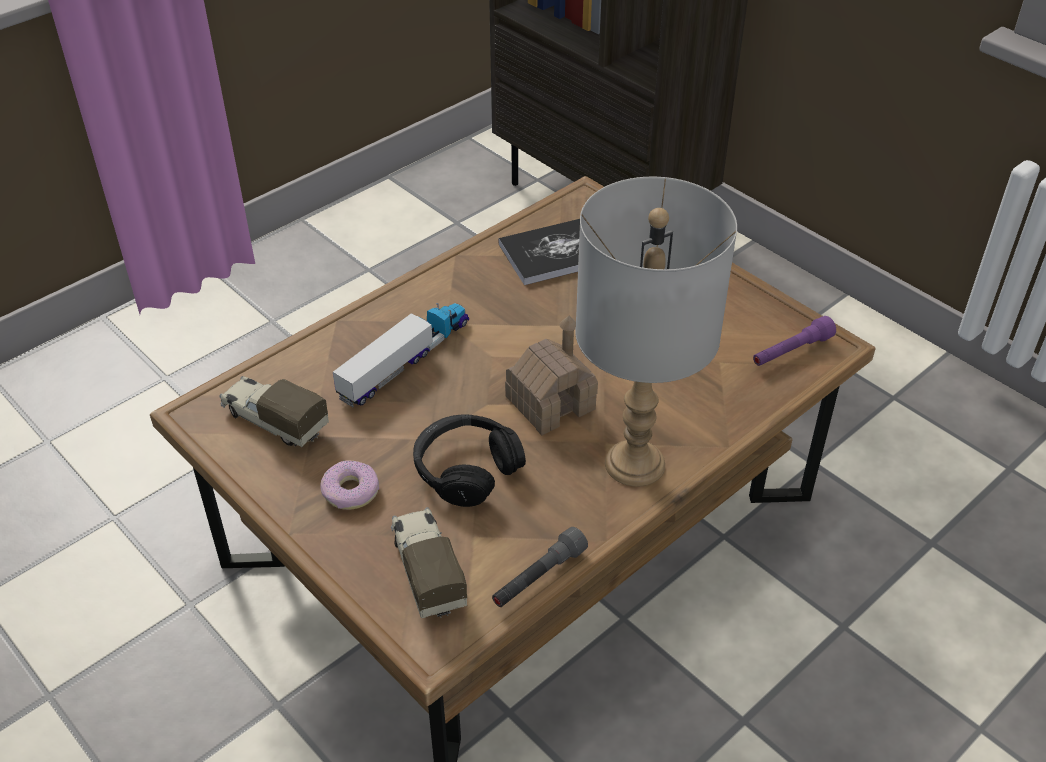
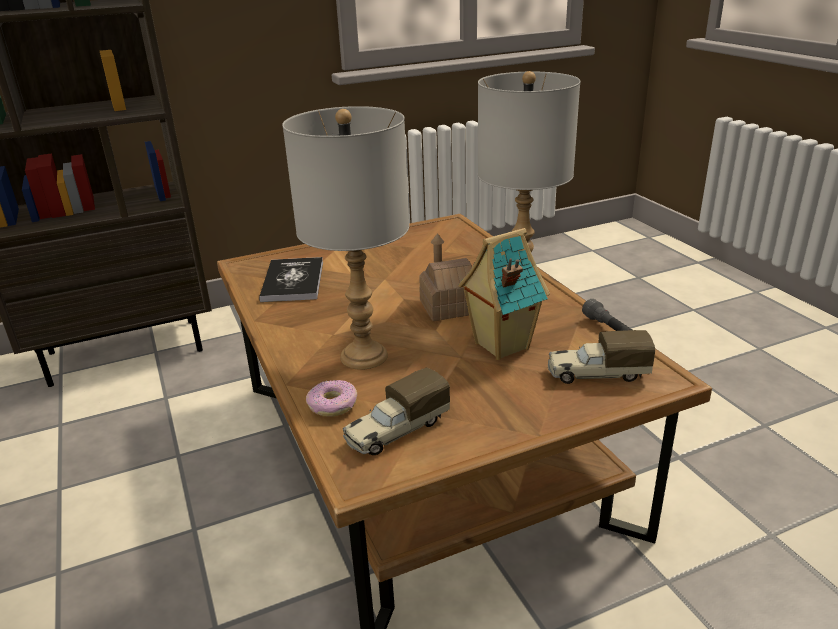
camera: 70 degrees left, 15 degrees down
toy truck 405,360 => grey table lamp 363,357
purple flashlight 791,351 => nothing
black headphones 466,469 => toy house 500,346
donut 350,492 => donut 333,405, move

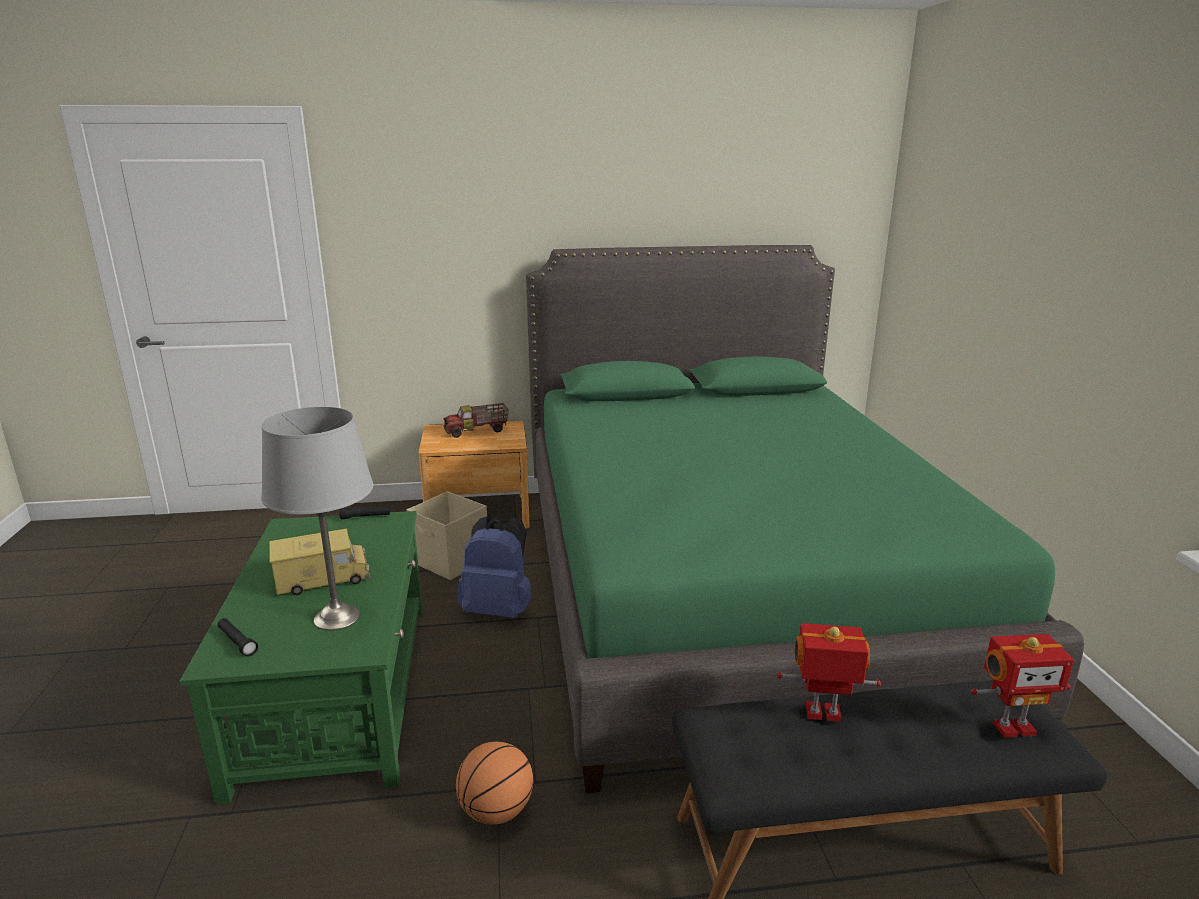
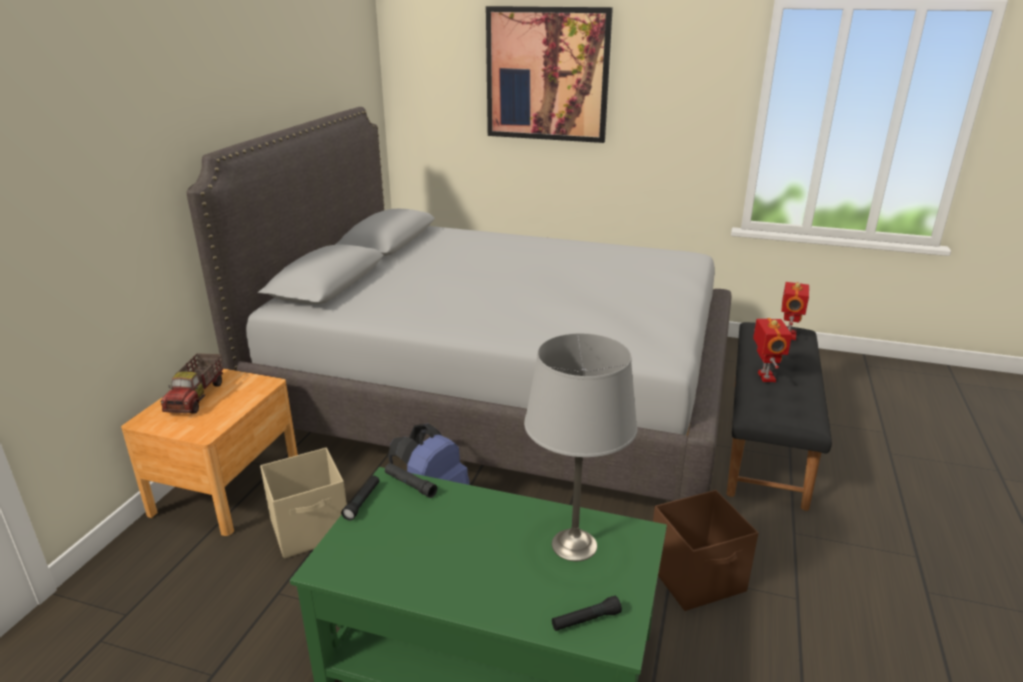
camera: 65 degrees left, 5 degrees up
green bed 728,588 => grey bed 500,395
toy truck 323,579 => nothing
toy robot 823,714 => toy robot 765,377, 150 degrees clockwise
basketball 496,811 => brown storage box 697,578
nothing => picture 547,75
nothing => black flashlight 410,484

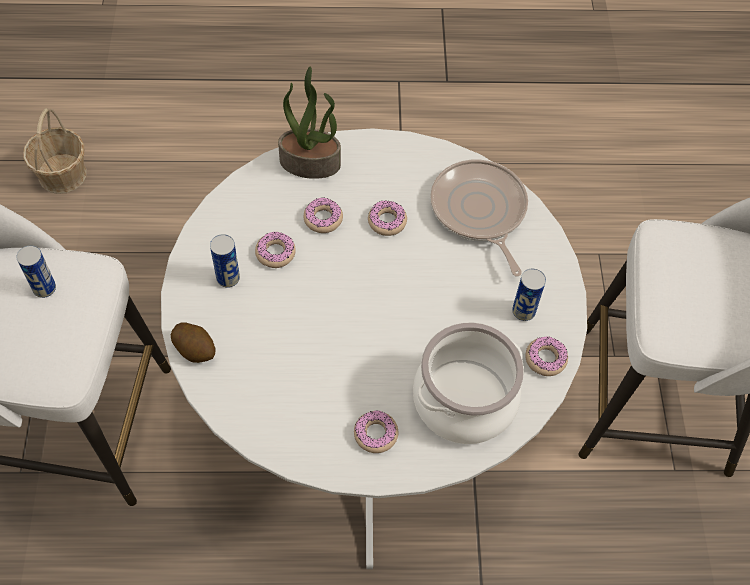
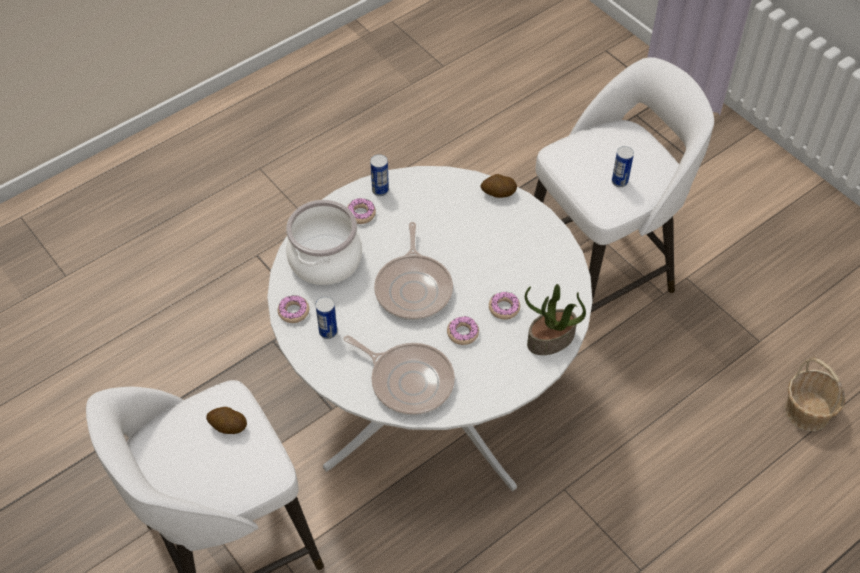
camera: 145 degrees right, 5 degrees down
donut 275,253 => nothing
can 228,278 => can 380,190, move
nothing => frying pan 414,288
nothing => potato 228,426

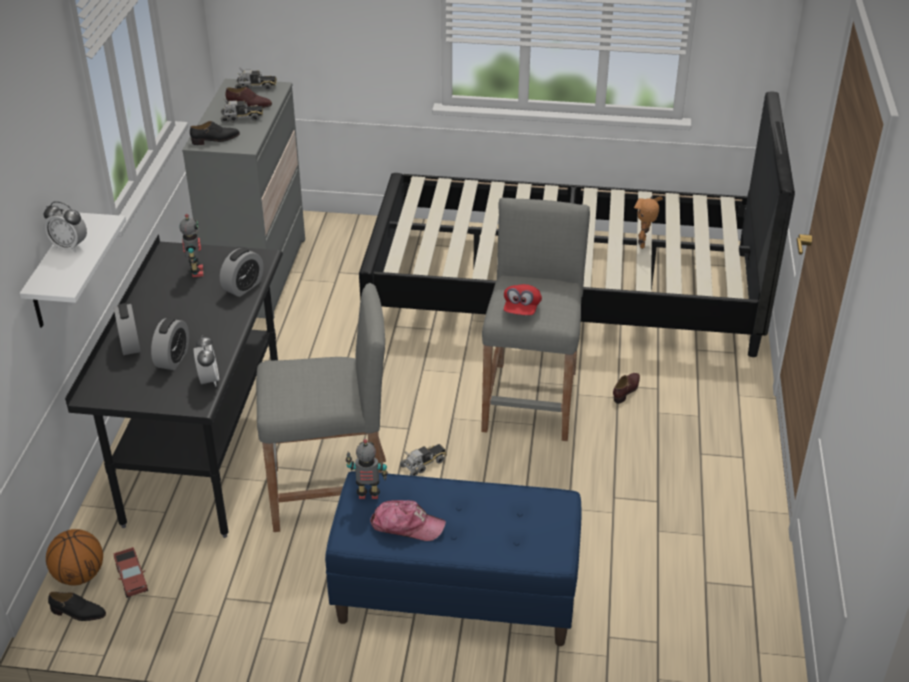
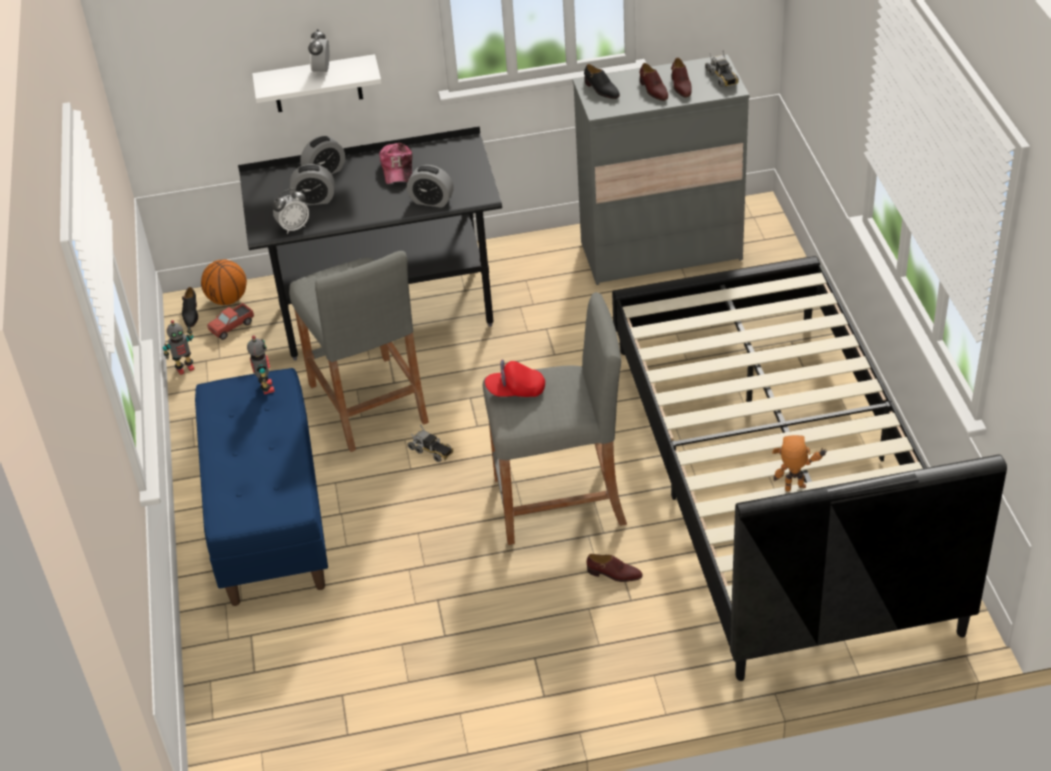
camera: 75 degrees right, 5 degrees up
toy truck 242,118 => brown shoe 653,90
toy robot 196,272 => toy robot 185,368, move
cap 407,525 => cap 397,169, move

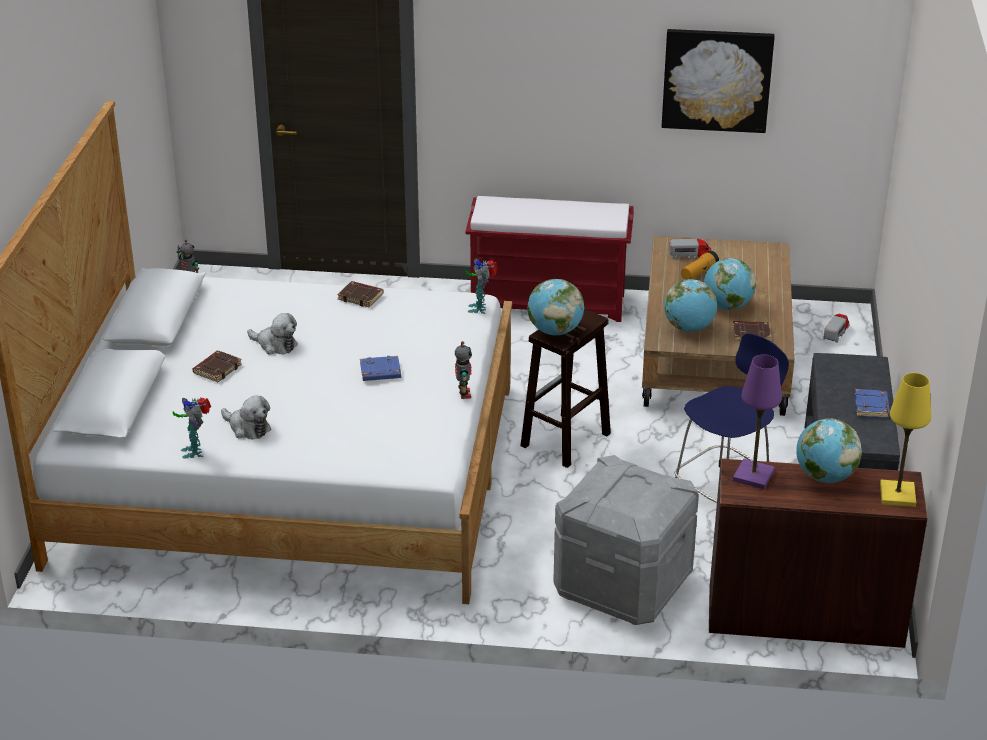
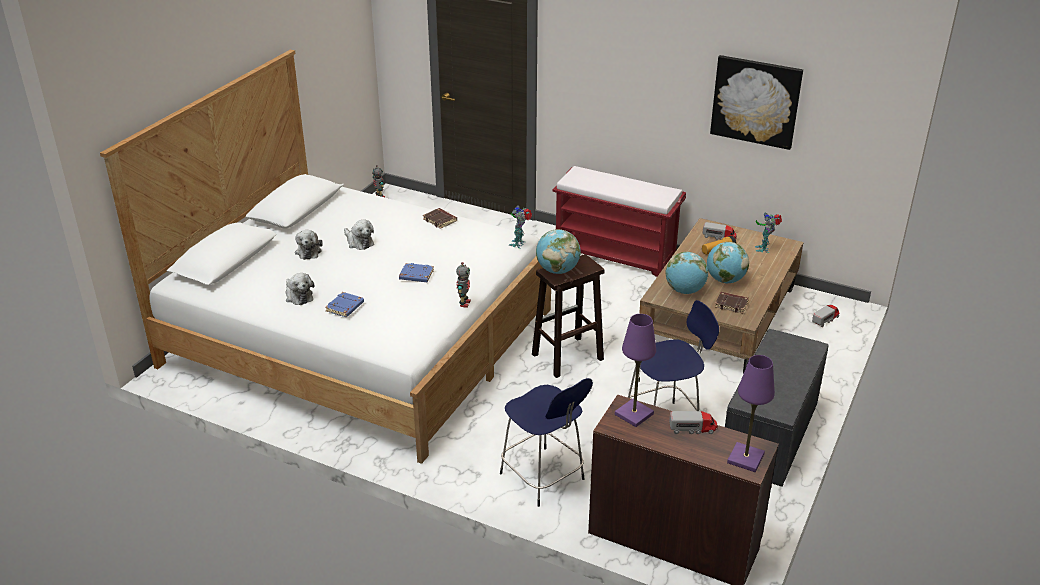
camera: 20 degrees right, 0 degrees up
brown book 217,369 => plush toy 308,251
yellow table lamp 897,495 => purple table lamp 745,458
blue book 872,407 => blue book 345,307, move
toy robot 195,450 => toy robot 764,248, move
globe 825,477 => toy truck 693,428
grey storage box 623,585 => blue stool 544,478

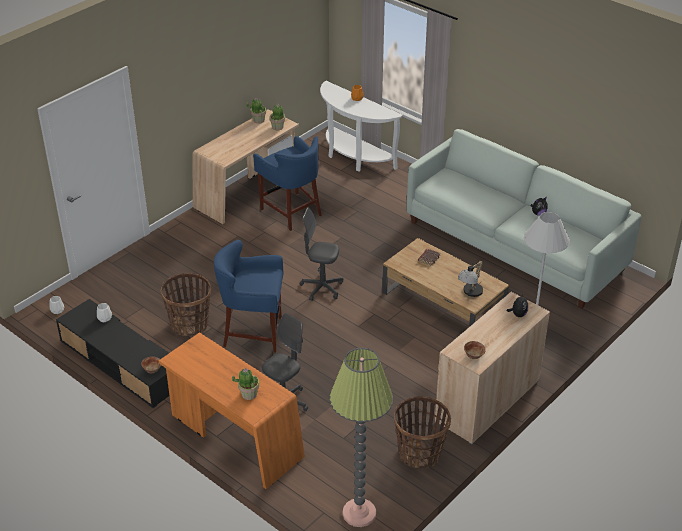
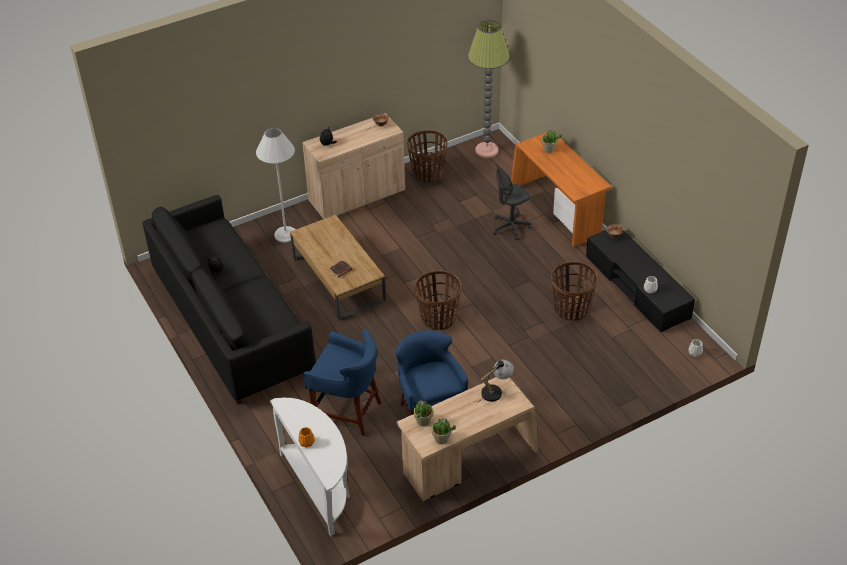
camera: 160 degrees left, 5 degrees up
white sofa 515,245 => black sofa 231,321
grey office chair 322,288 => basket 438,318
blue stool 253,333 => blue stool 347,411, move
table lamp 470,293 => table lamp 496,391, move

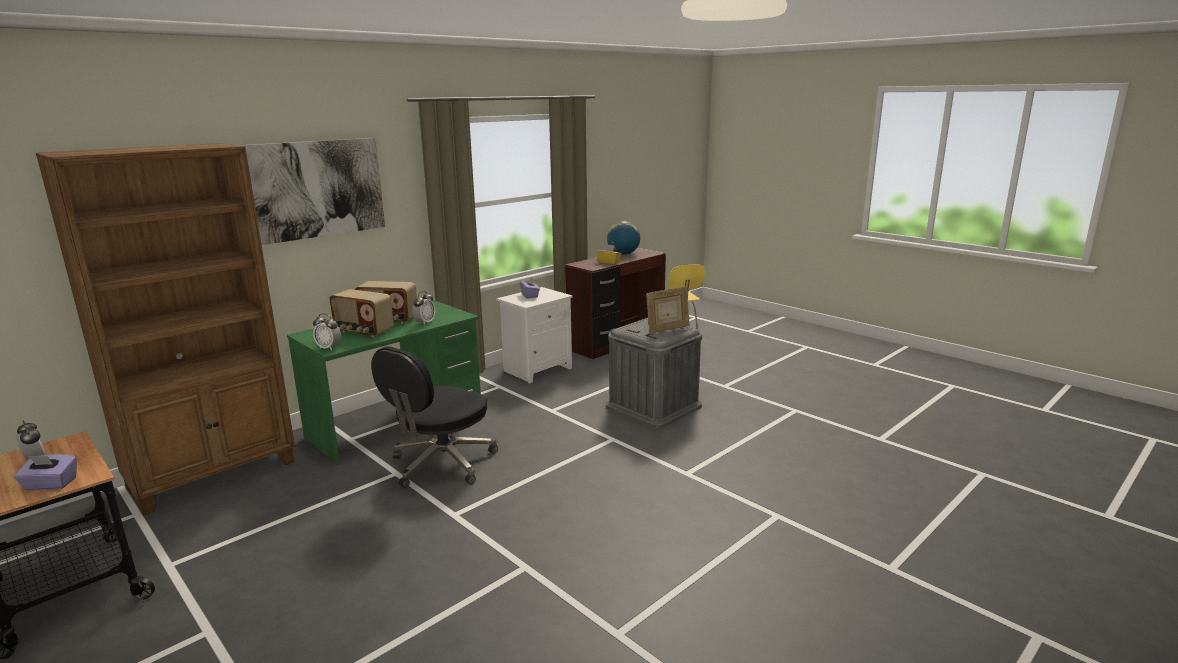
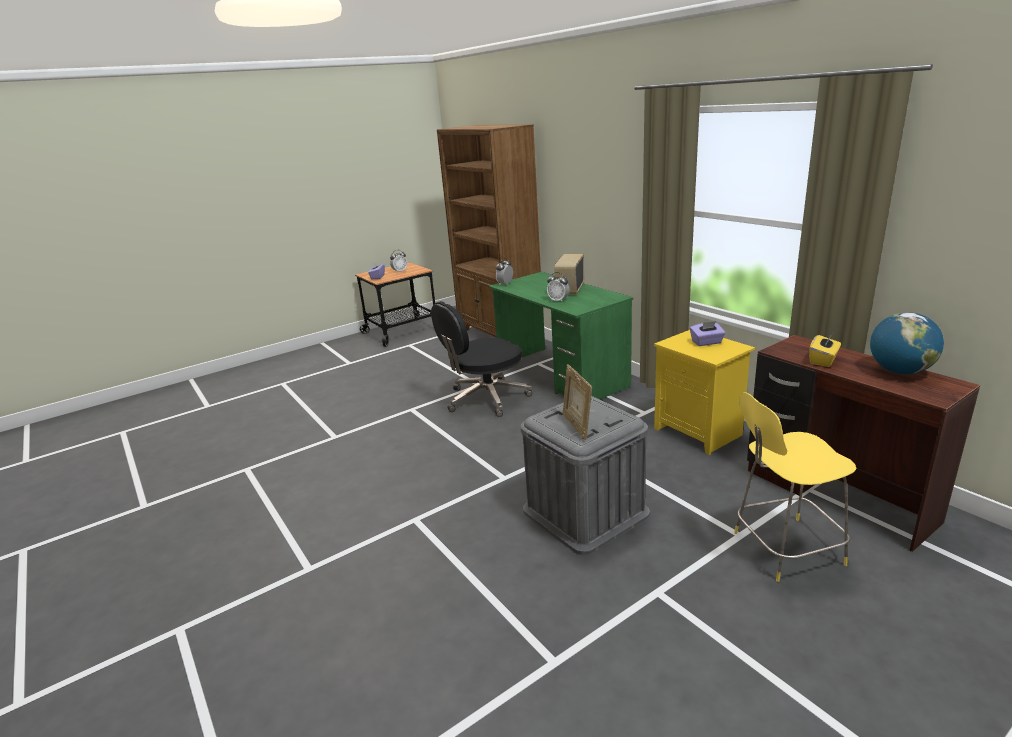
camera: 100 degrees right, 5 degrees up
picture 314,189 => nothing
white nightstand 537,369 => yellow nightstand 700,432
radio 363,331 => nothing
black office chair 441,464 => black office chair 485,399, 75 degrees counterclockwise

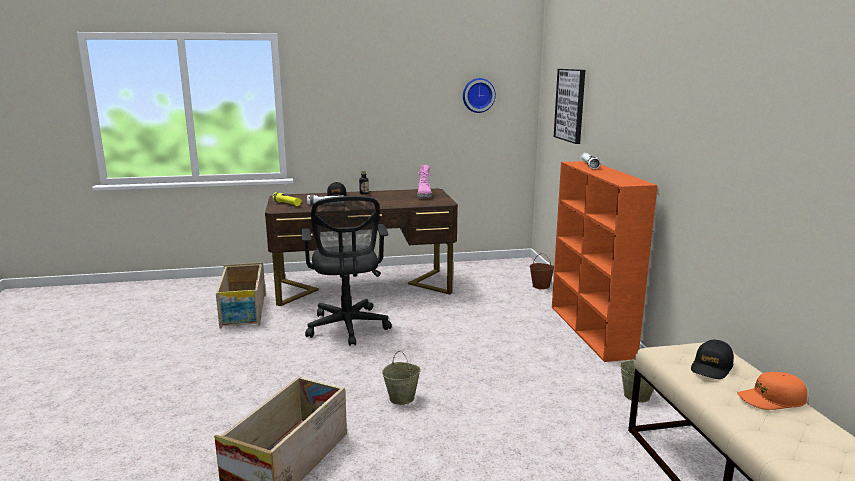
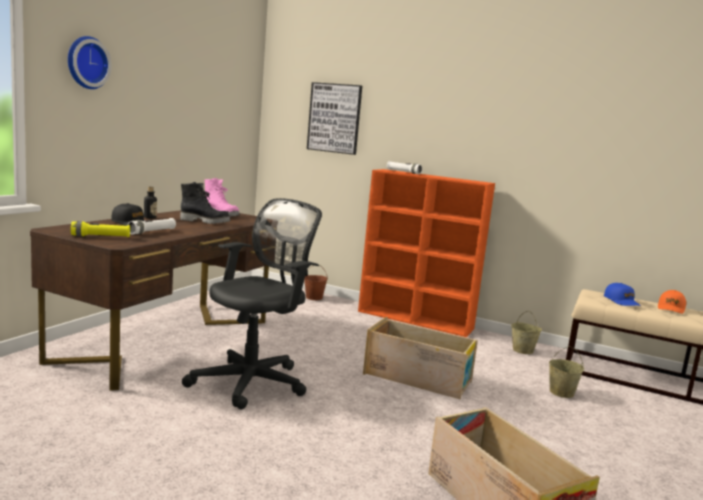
camera: 55 degrees left, 5 degrees down
wall clock 478,95 => wall clock 86,62, move
black office chair 348,328 => black office chair 253,382, 75 degrees counterclockwise
crate 243,311 => crate 418,378, move
black cap 711,367 => blue cap 621,301
beige bucket 402,398 => beige bucket 561,392, move
nothing => black boot 205,221

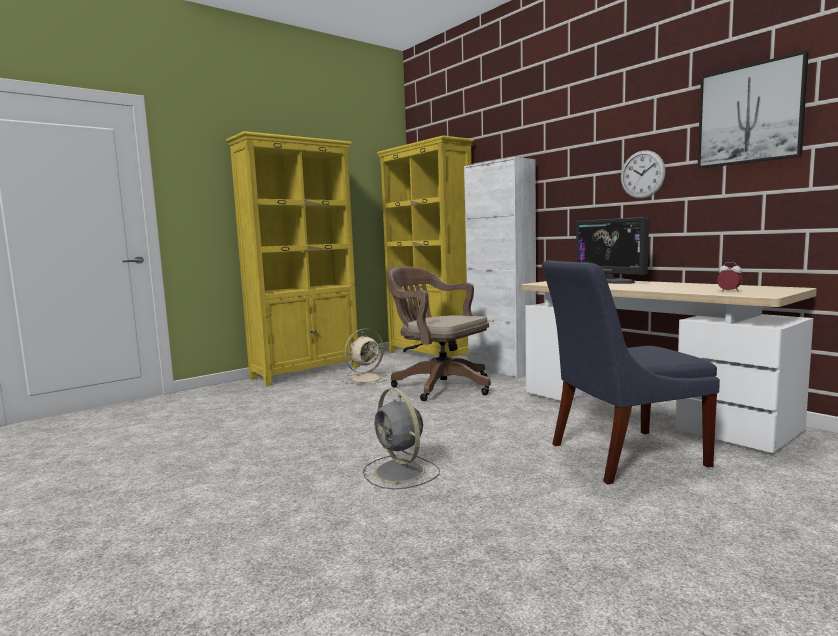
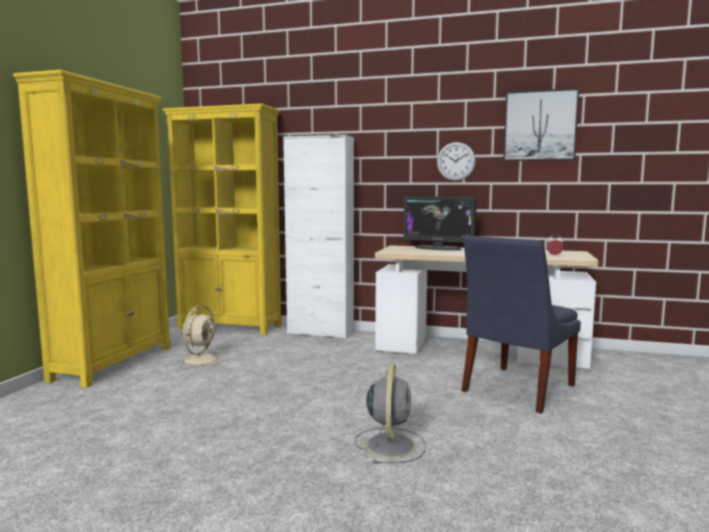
camera: 35 degrees left, 0 degrees up
brown office chair 439,386 => nothing
grey fan 401,472 => grey fan 390,444, 105 degrees counterclockwise

